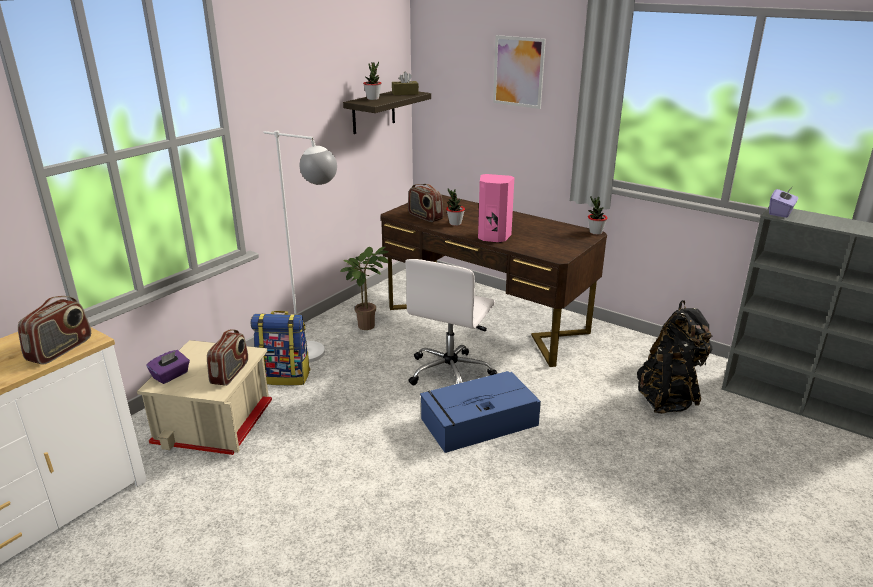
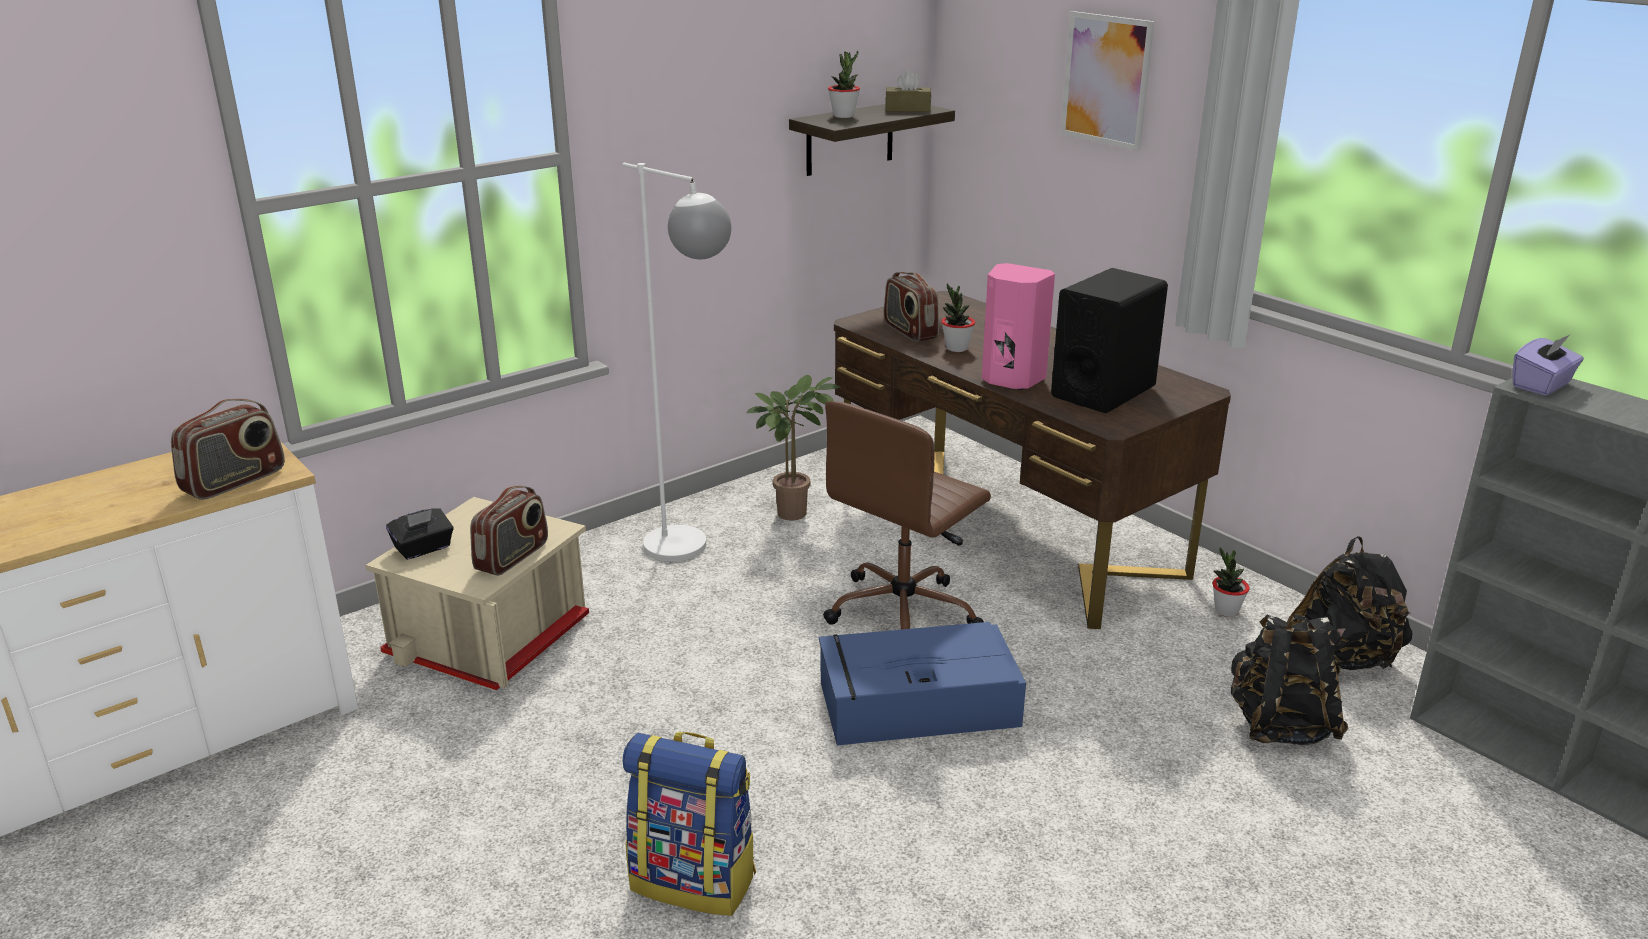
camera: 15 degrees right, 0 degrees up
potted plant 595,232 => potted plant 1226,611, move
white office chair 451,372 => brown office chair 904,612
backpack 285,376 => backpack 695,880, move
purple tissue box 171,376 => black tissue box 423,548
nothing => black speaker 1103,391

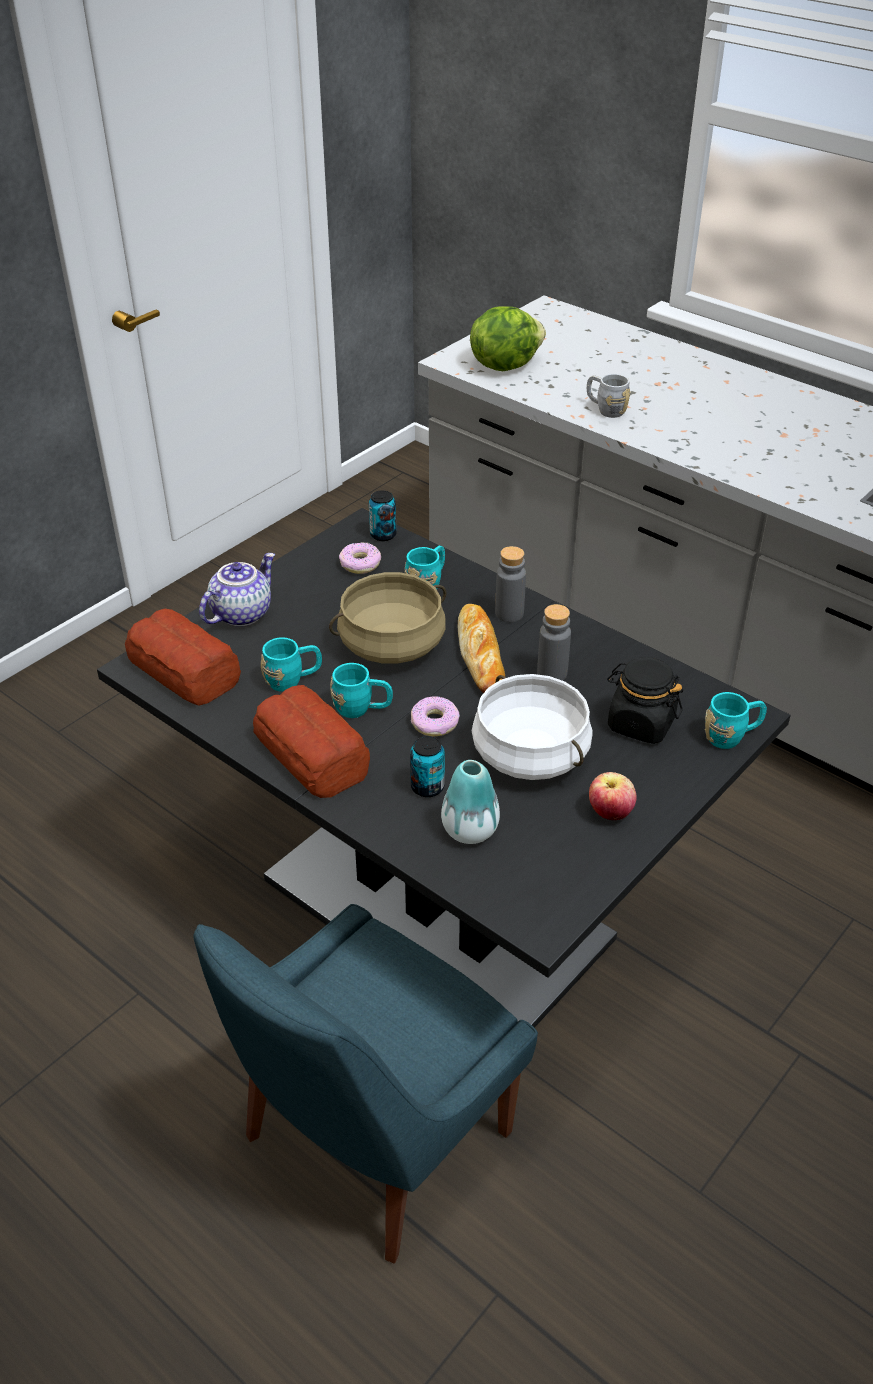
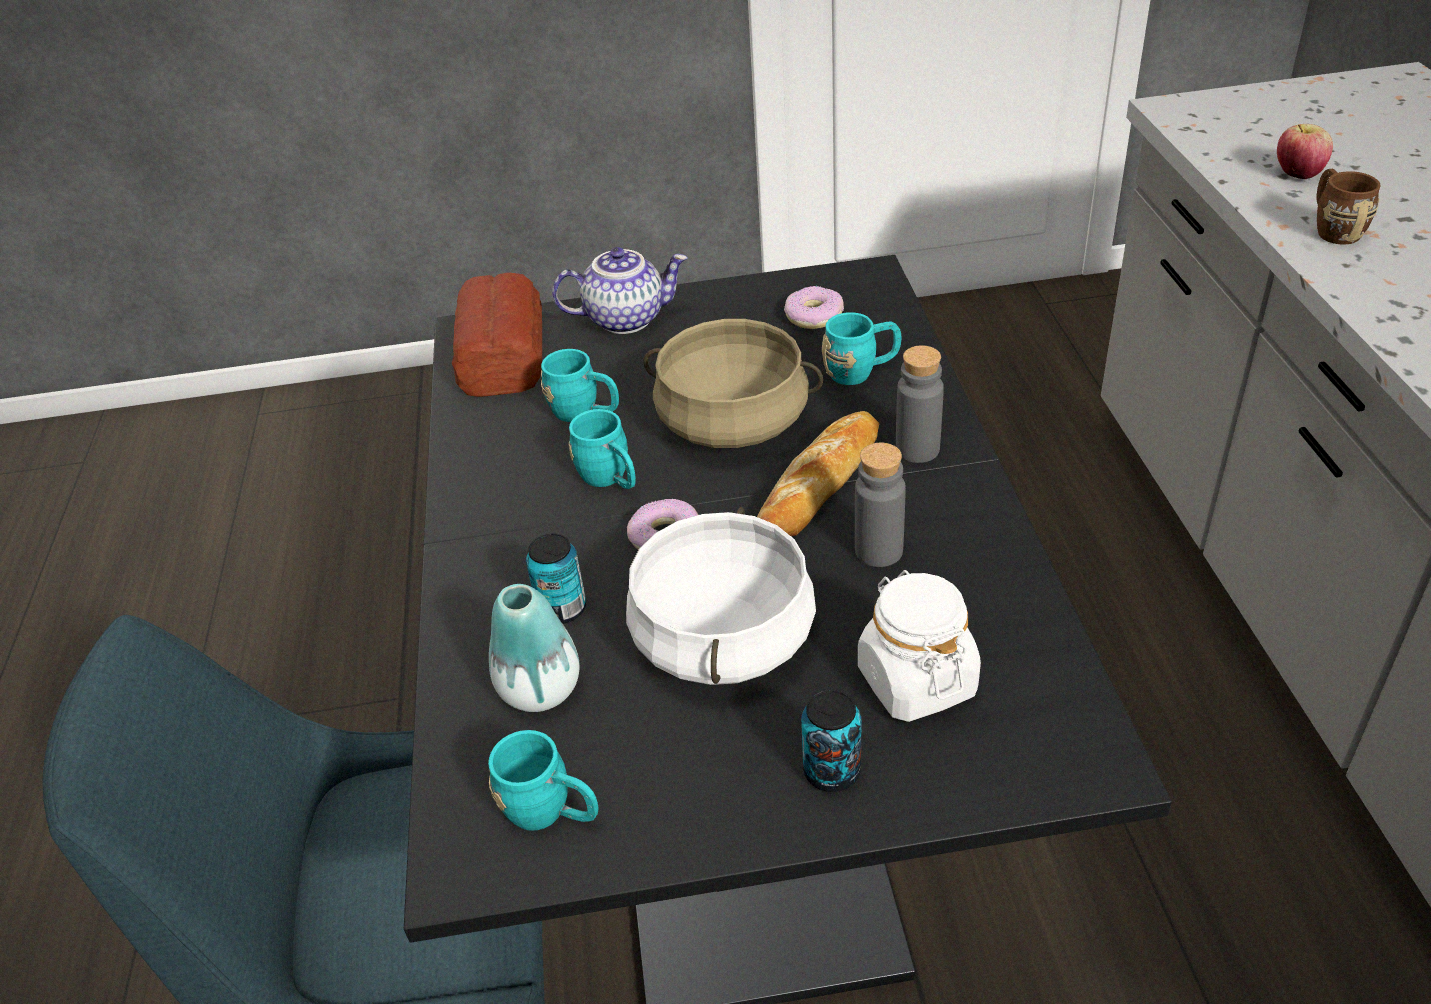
camera: 45 degrees right, 0 degrees up
lettuce 504,365 => nothing
grey mug 605,409 => brown mug 1333,228
can 383,535 => can 832,771, move
black jar 640,723 => white jar 916,681
bread 311,753 => nothing
turquoise mug 732,736 => turquoise mug 551,812, move
apple 610,812 => apple 1298,174, move

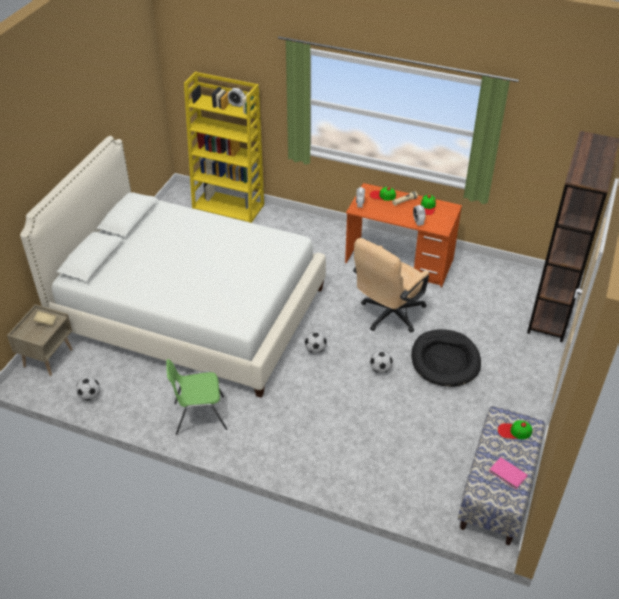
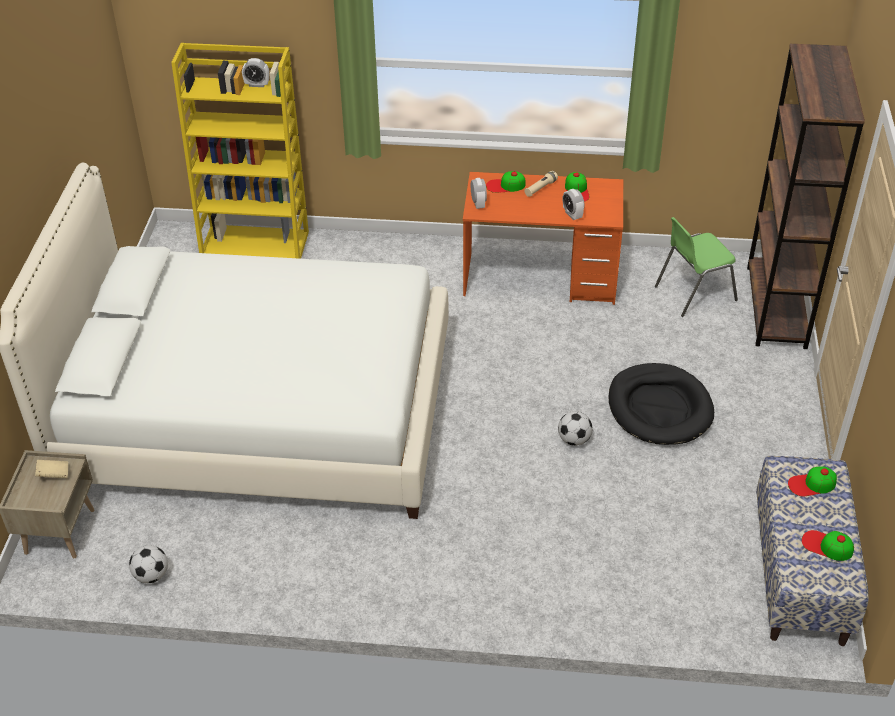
camera: 15 degrees left, 0 degrees up
beige office chair 388,316 => nothing
football 315,350 => nothing
green chair 199,415 => green chair 693,293, move
pink book 508,474 => cap 827,546

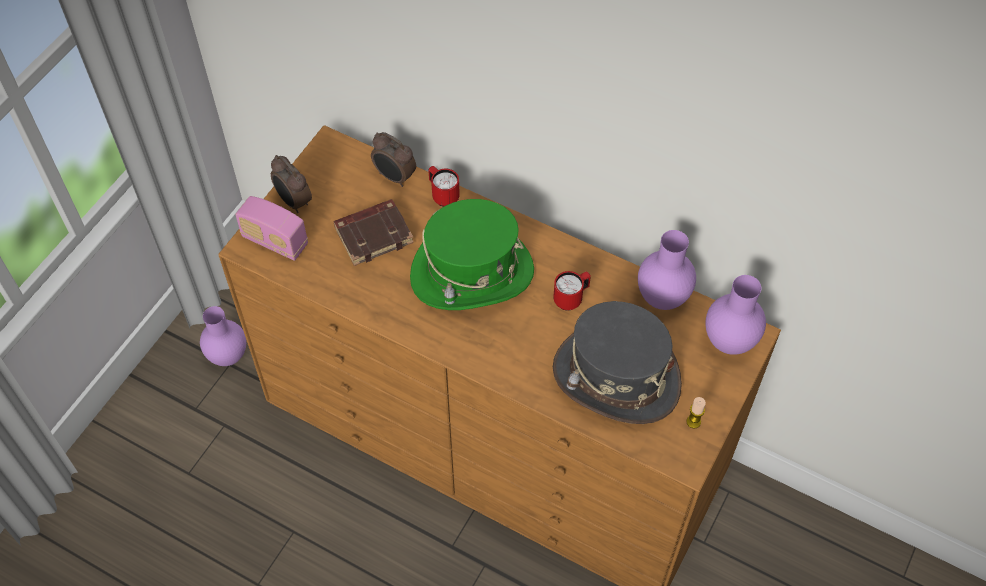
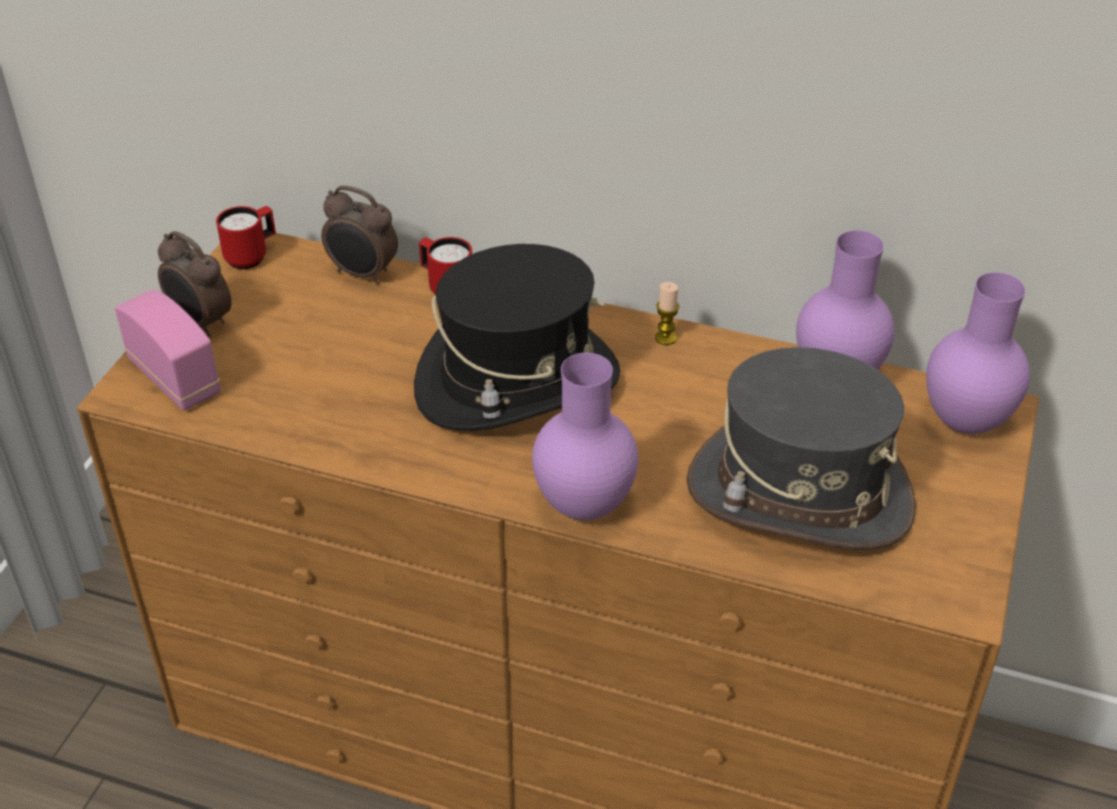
camera: 10 degrees left, 15 degrees down
radio 275,241 => radio 175,378, 150 degrees counterclockwise
brown book 374,234 => nothing
green hat 472,274 => black hat 517,383
red mug 571,298 => red mug 252,256, move
purple vase 227,357 => purple vase 583,508, move
candle 693,422 => candle 665,338, move

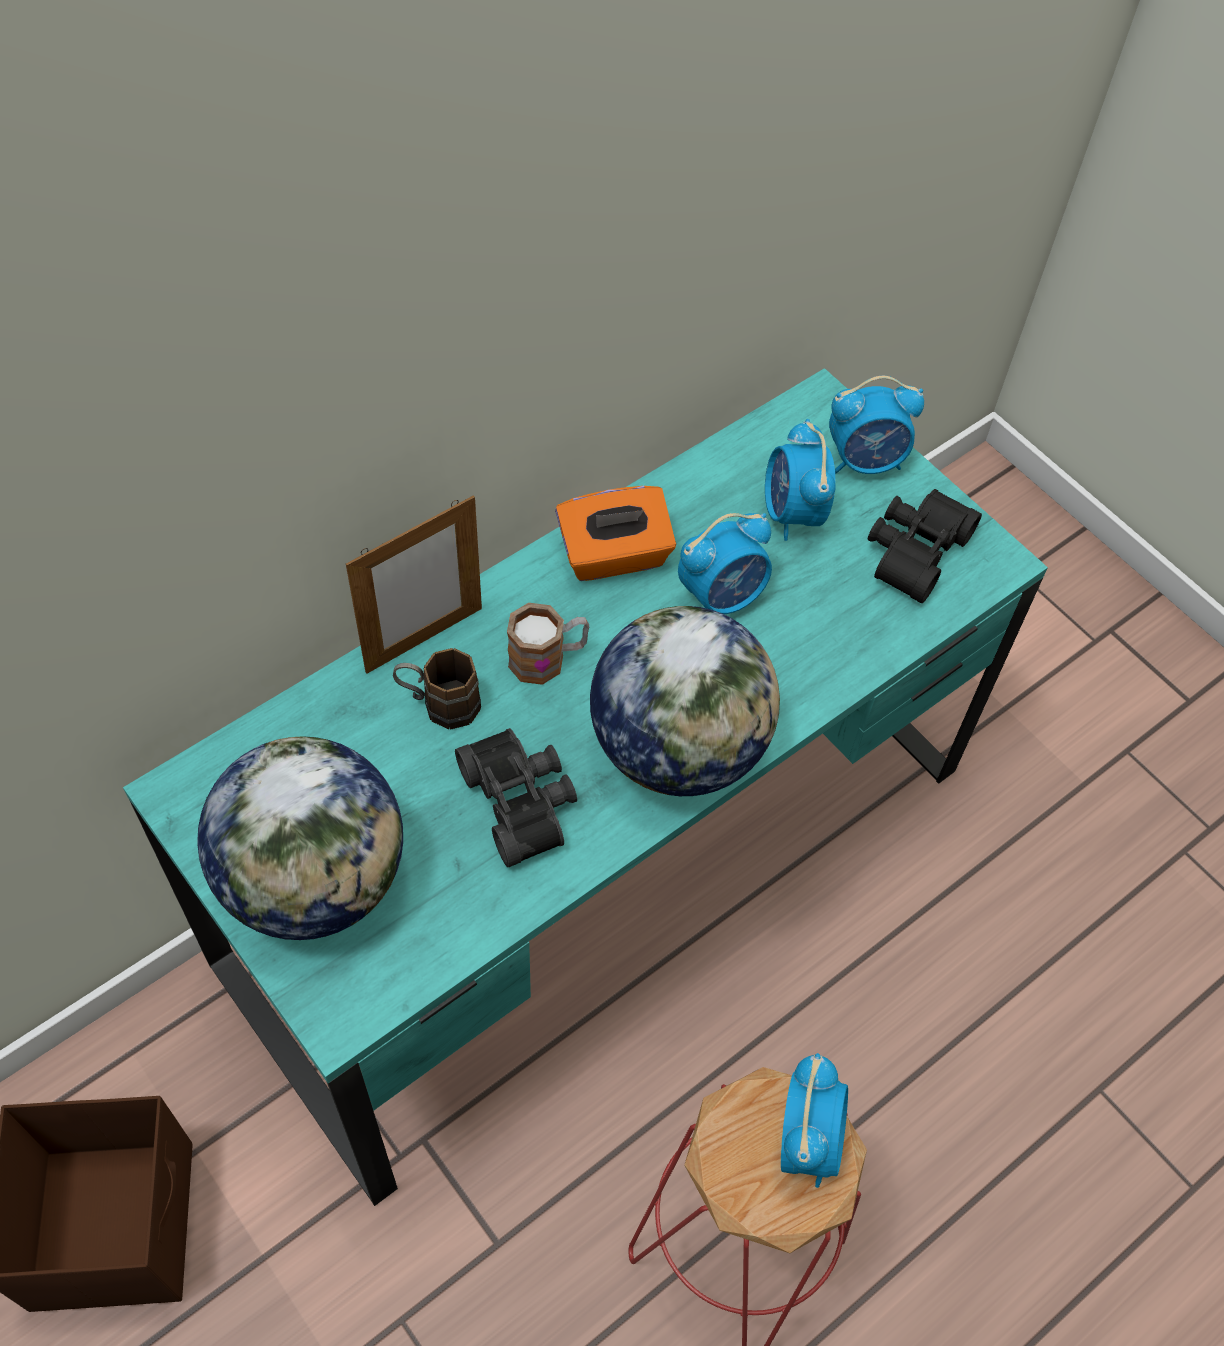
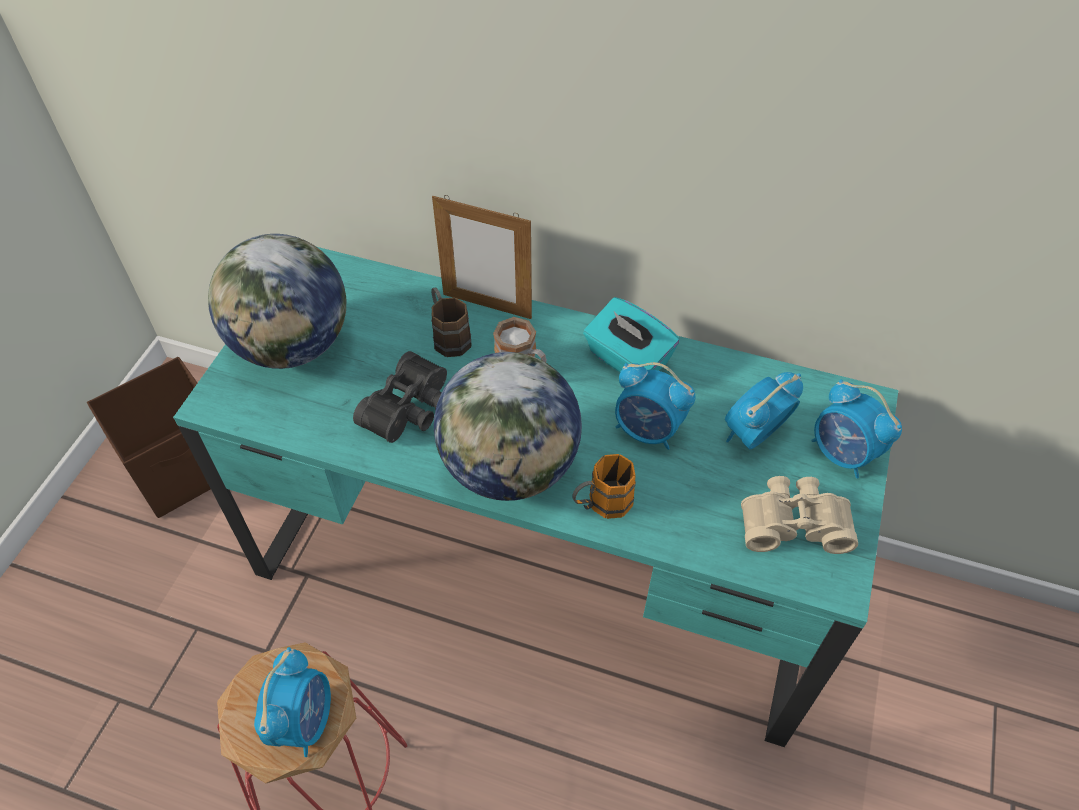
camera: 60 degrees right, 5 degrees down
orange tissue box 614,556 => turquoise tissue box 627,360
black binoculars 913,550 => beige binoculars 793,522
alarm clock 807,1140 => alarm clock 304,720, 60 degrees counterclockwise
nothing => orange mug 601,504

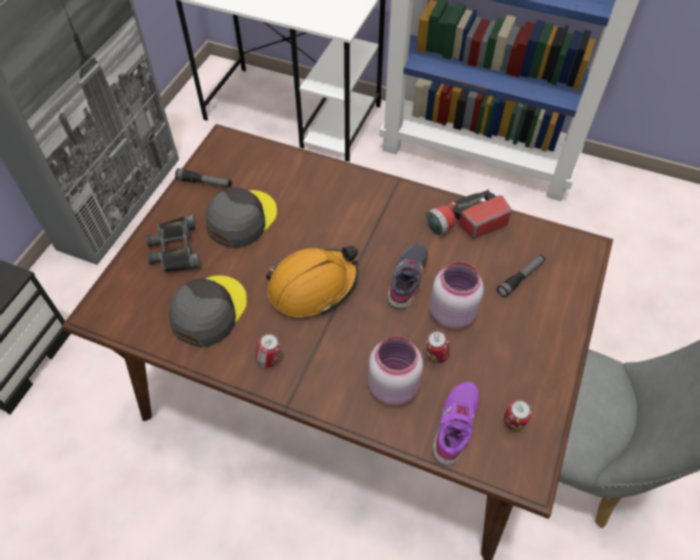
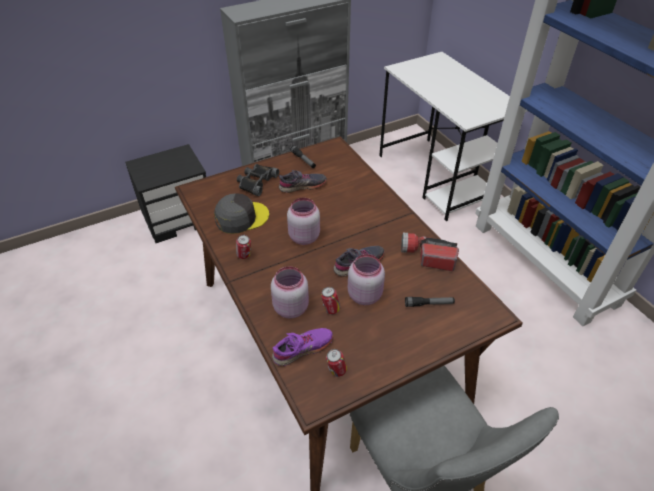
camera: 40 degrees right, 10 degrees down
grey cap 241,219 => grey shoe 302,186
orange hard hat 313,286 => pink jar 303,236

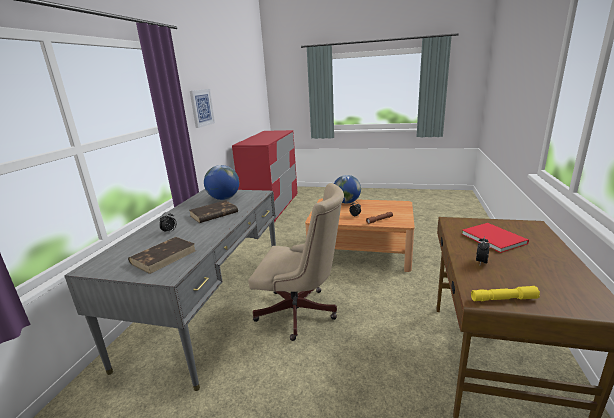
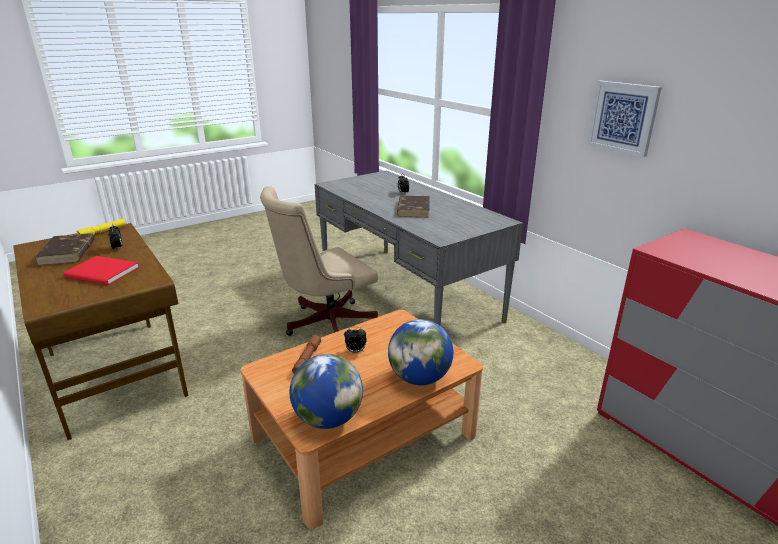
camera: 130 degrees right, 5 degrees up
globe 224,198 => globe 328,419, move
brown book 164,256 => brown book 67,252, move

